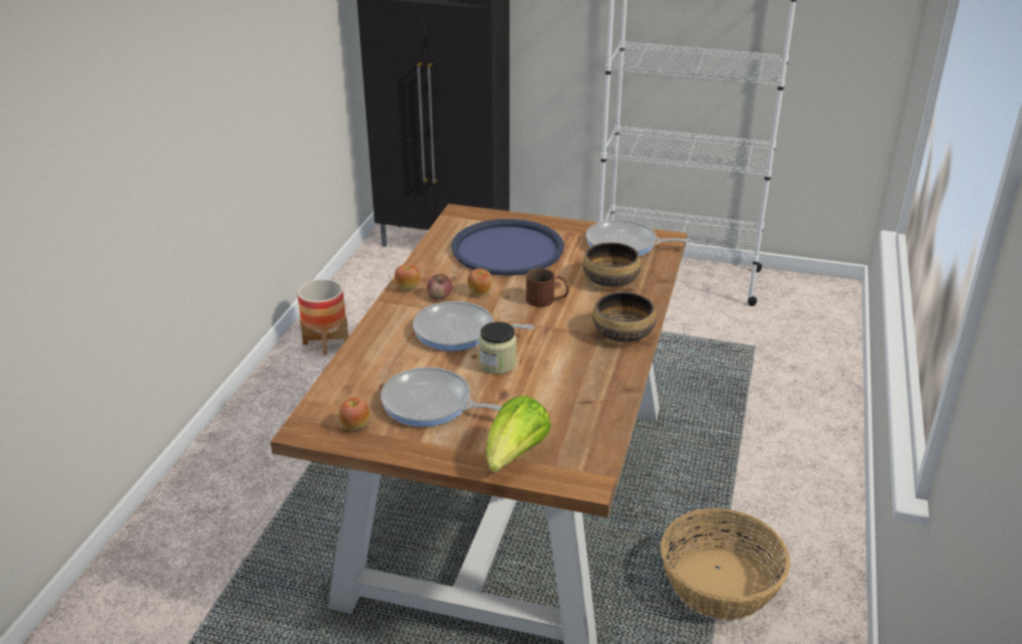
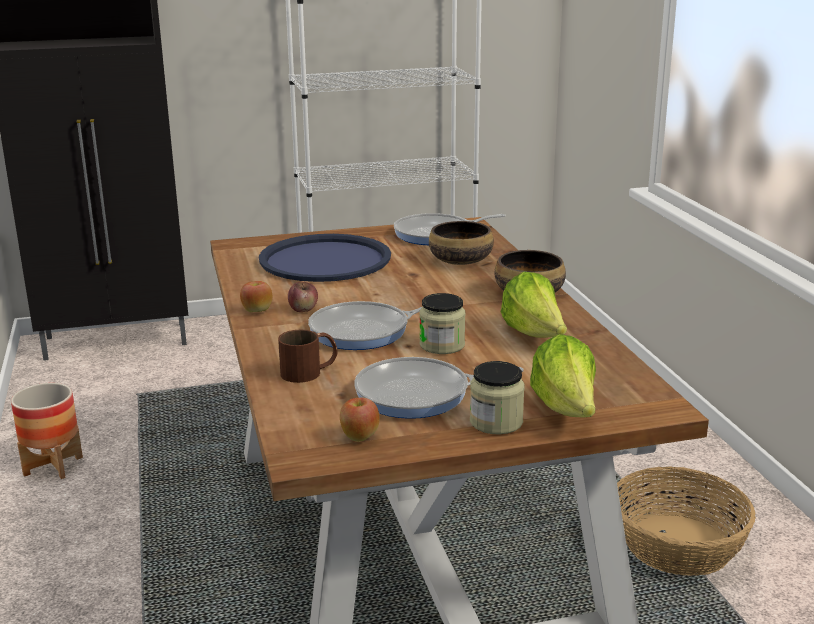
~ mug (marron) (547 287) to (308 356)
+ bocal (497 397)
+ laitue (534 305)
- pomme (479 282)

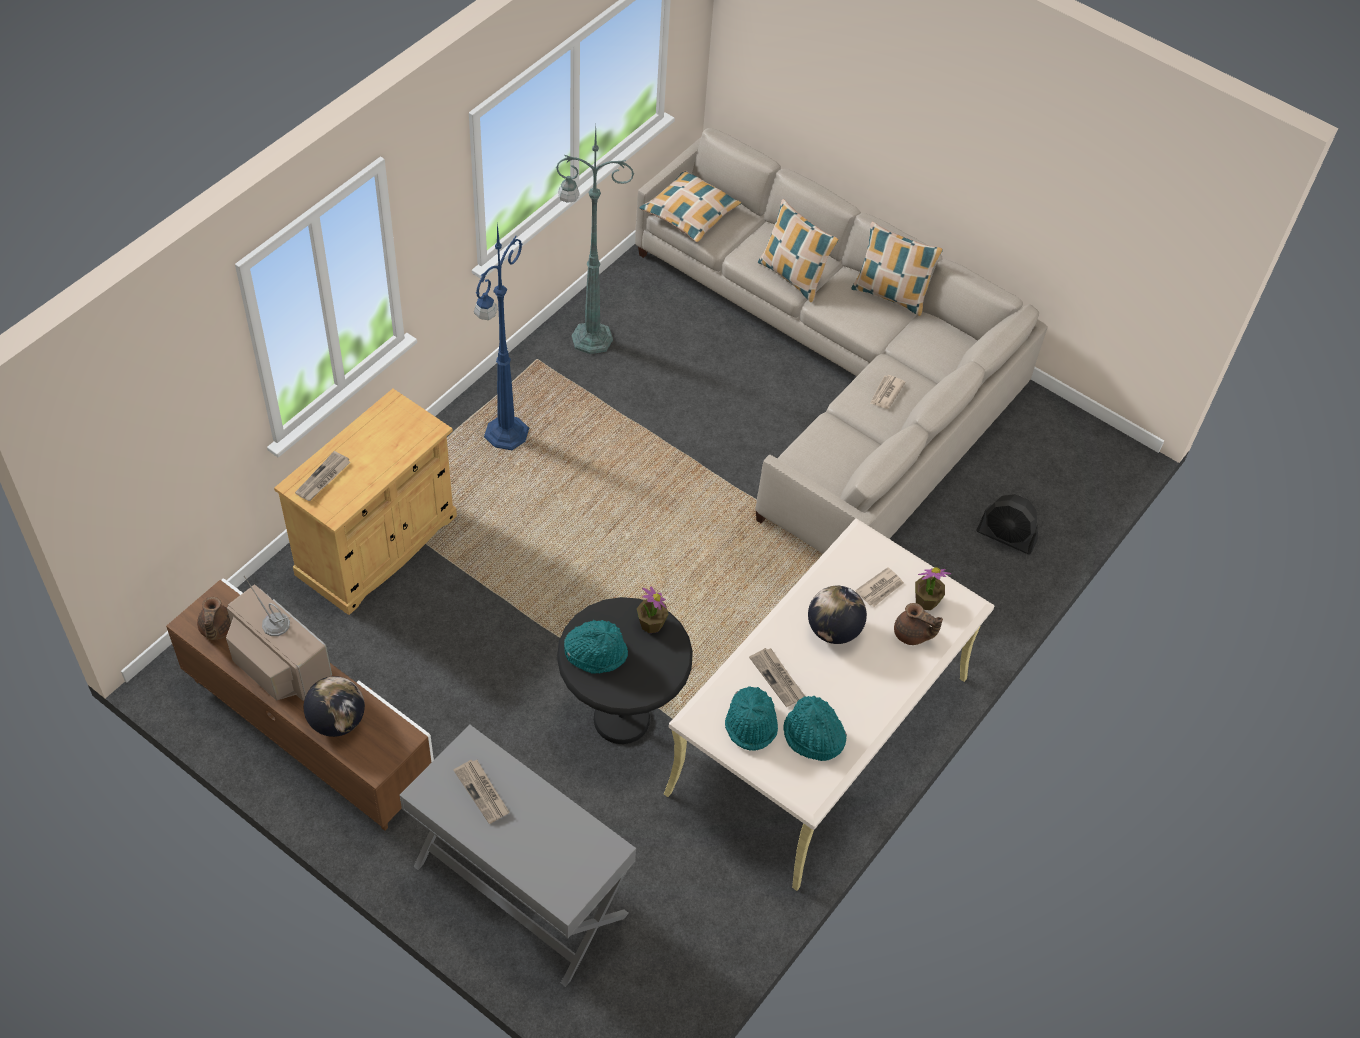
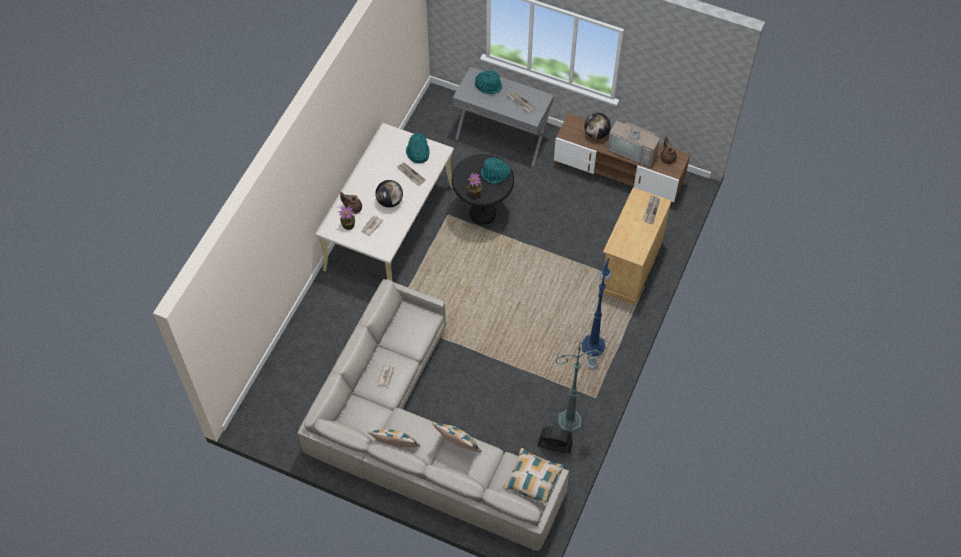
~ chapeau (turquoise) (815 728) to (488 82)
~ ventilateur (noir) (1007 524) to (555 439)

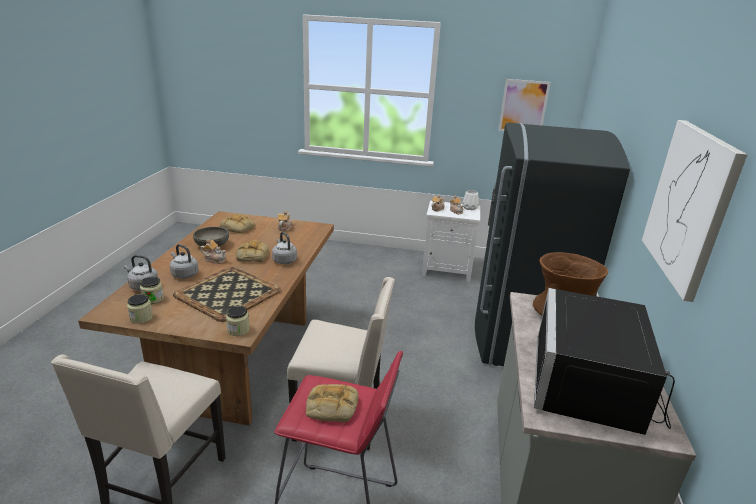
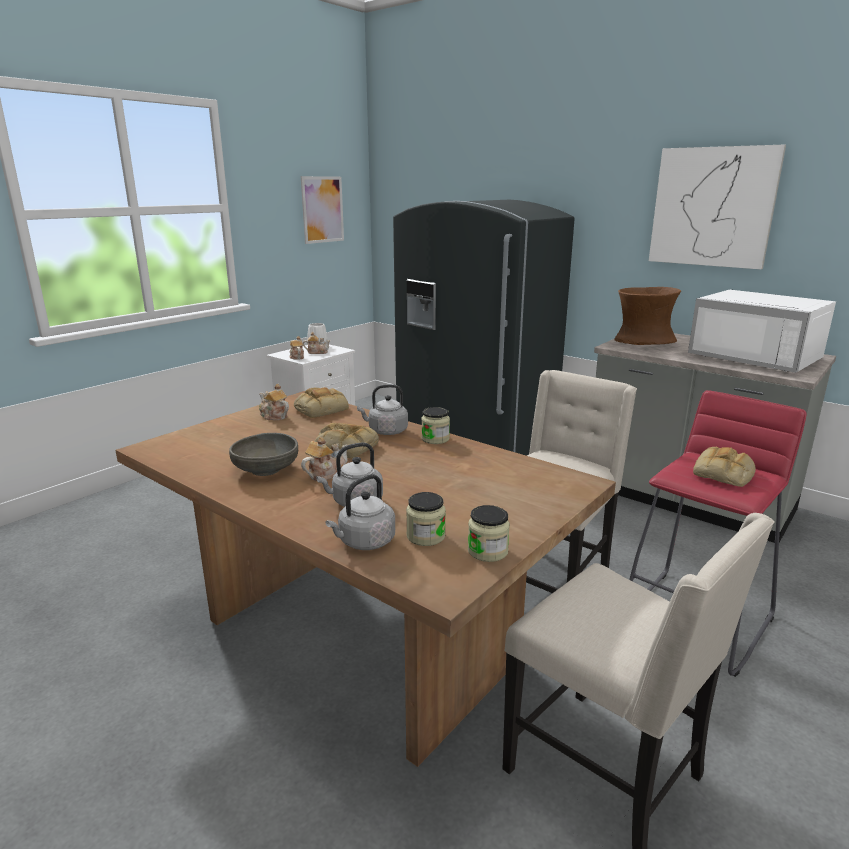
~ pain (238 223) to (321 402)
~ bocal (238 321) to (436 425)
~ micro-ondes (noir) (604 361) to micro-ondes (blanc) (762 331)
- plateau (227 294)

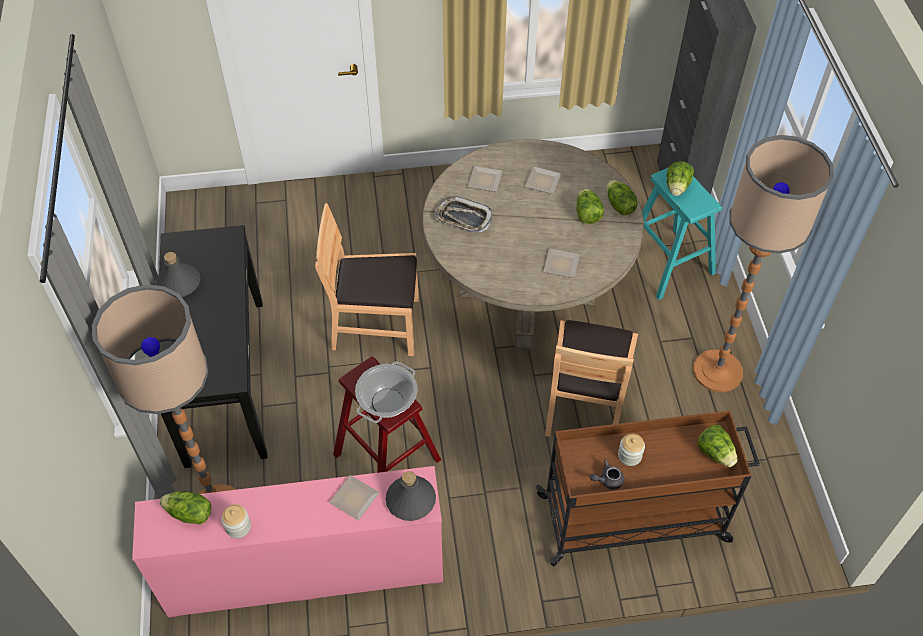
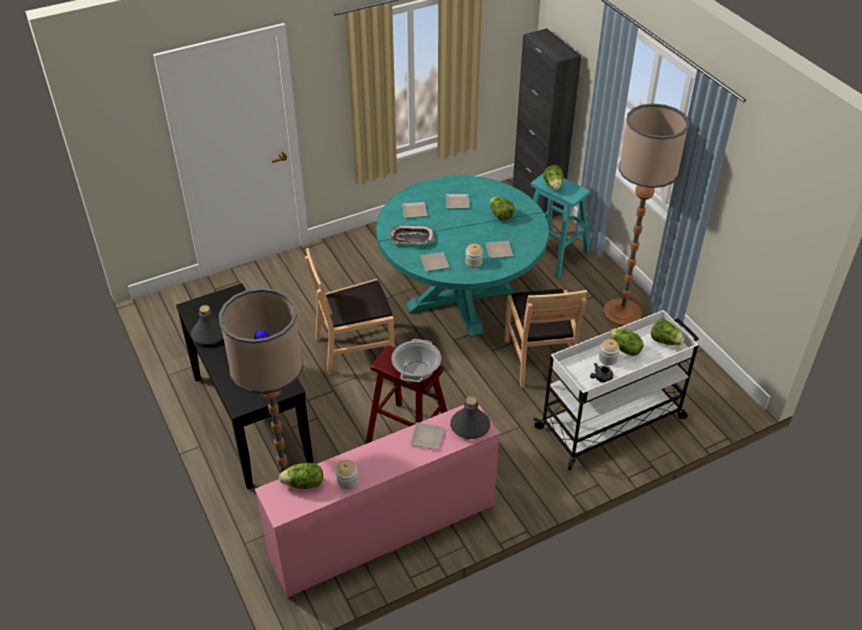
~ table à manger (beige) (533 245) to table à manger (turquoise) (462 256)
+ assiette (434 261)
+ bocal (474 256)
~ chariot (marron) (648 488) to chariot (blanc) (616 390)
~ laitue (622 197) to (626 342)

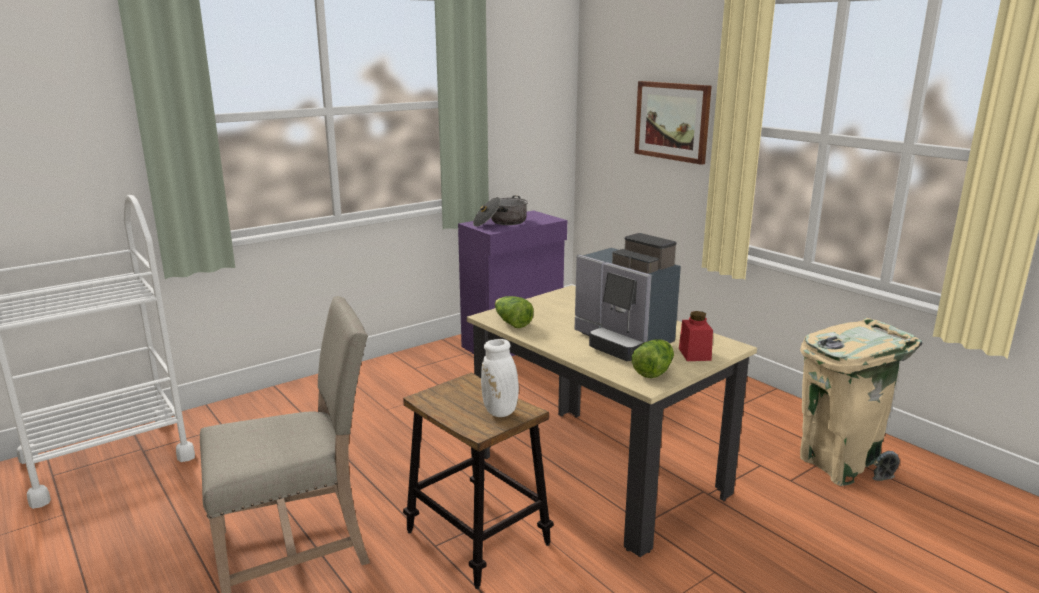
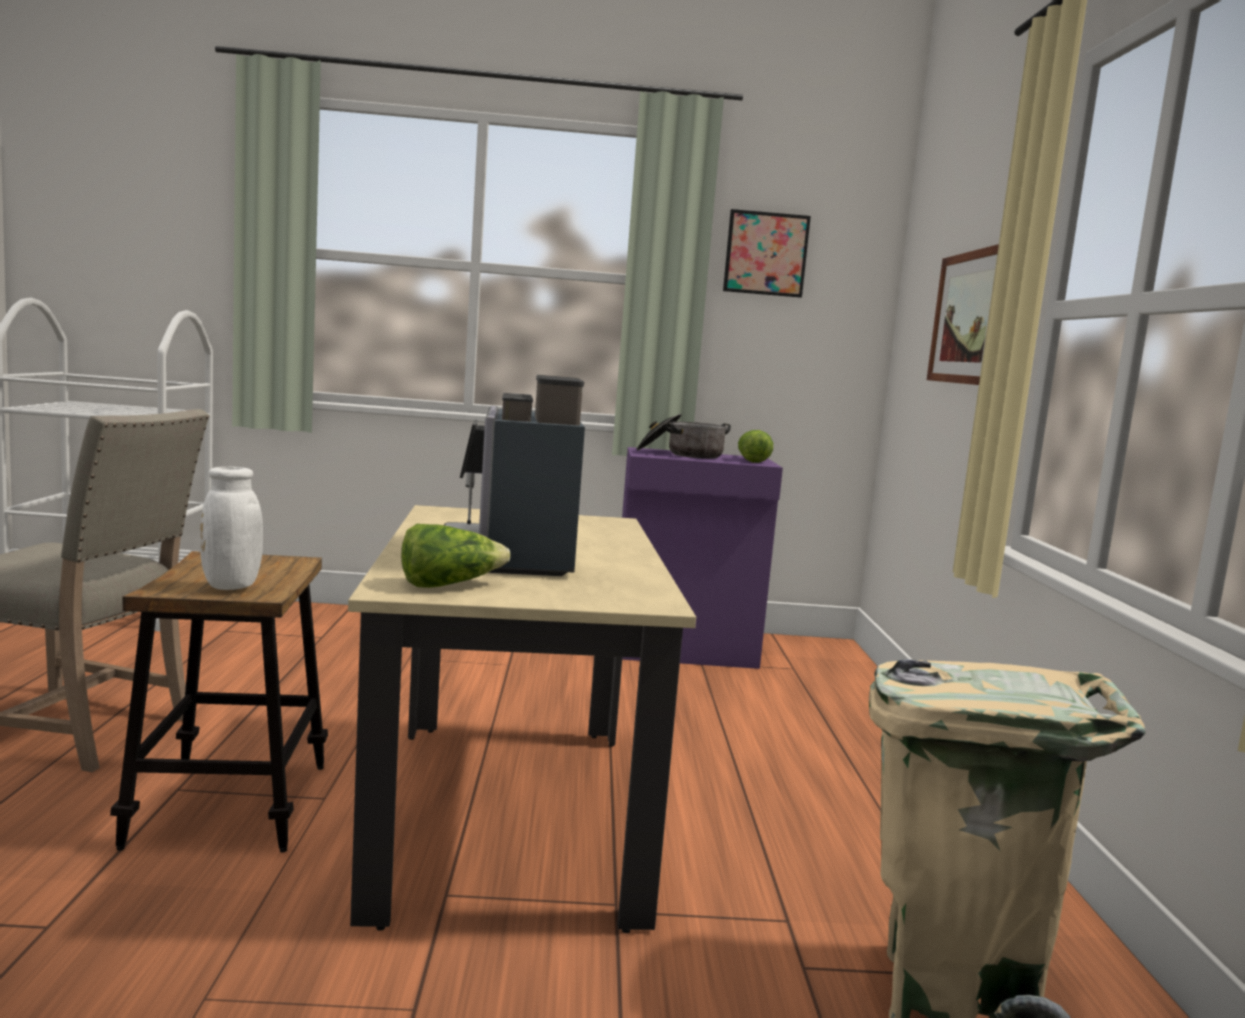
+ tableau (767 253)
~ laitue (514 312) to (755 446)
- bocal (rouge) (696 336)

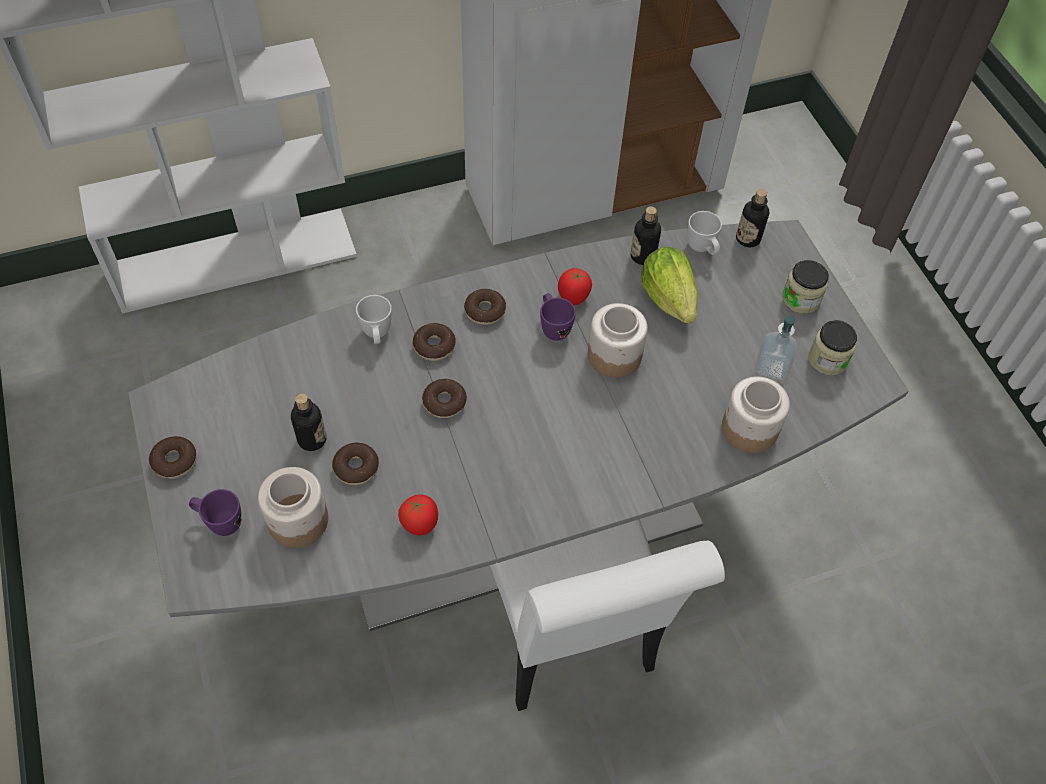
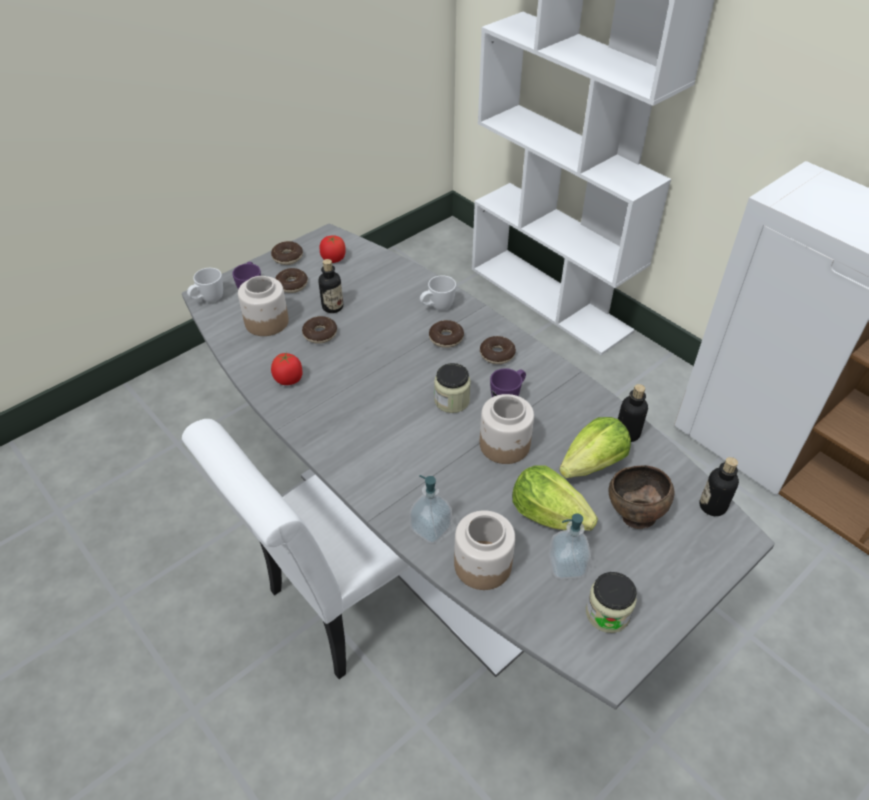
~ mug (blanc) (705 233) to (205 285)
~ beignet (444 398) to (291 280)
~ tomate (575 287) to (333 249)
+ distributeur de savon (430 509)
~ bocal (805 287) to (452 388)
+ laitue (555 498)
+ bol (marron) (641 497)

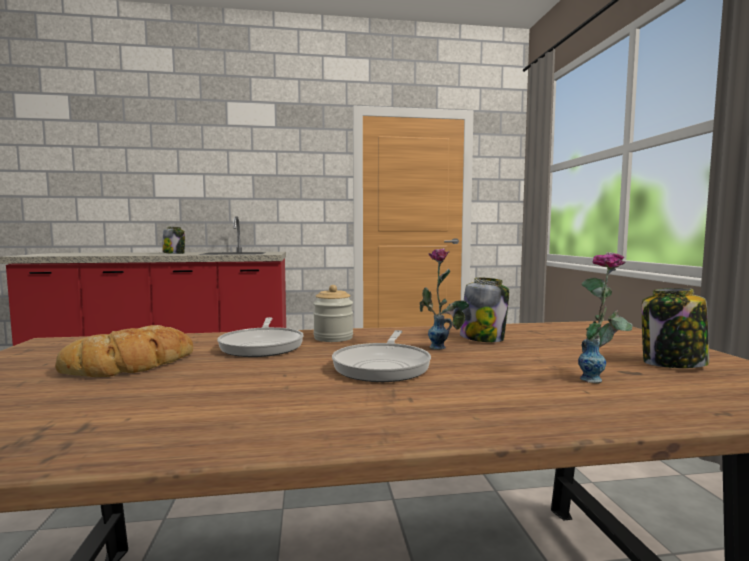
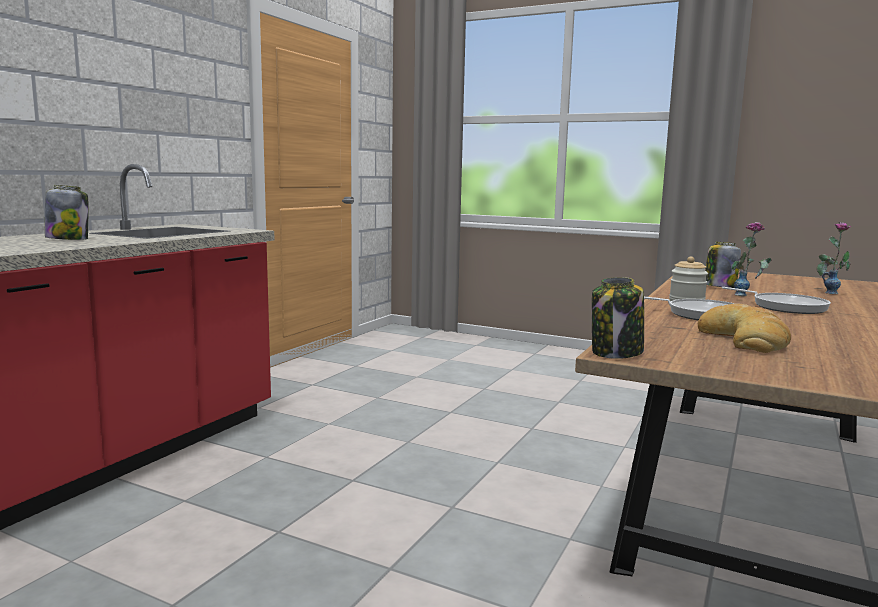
~ bocal (675 328) to (618 318)

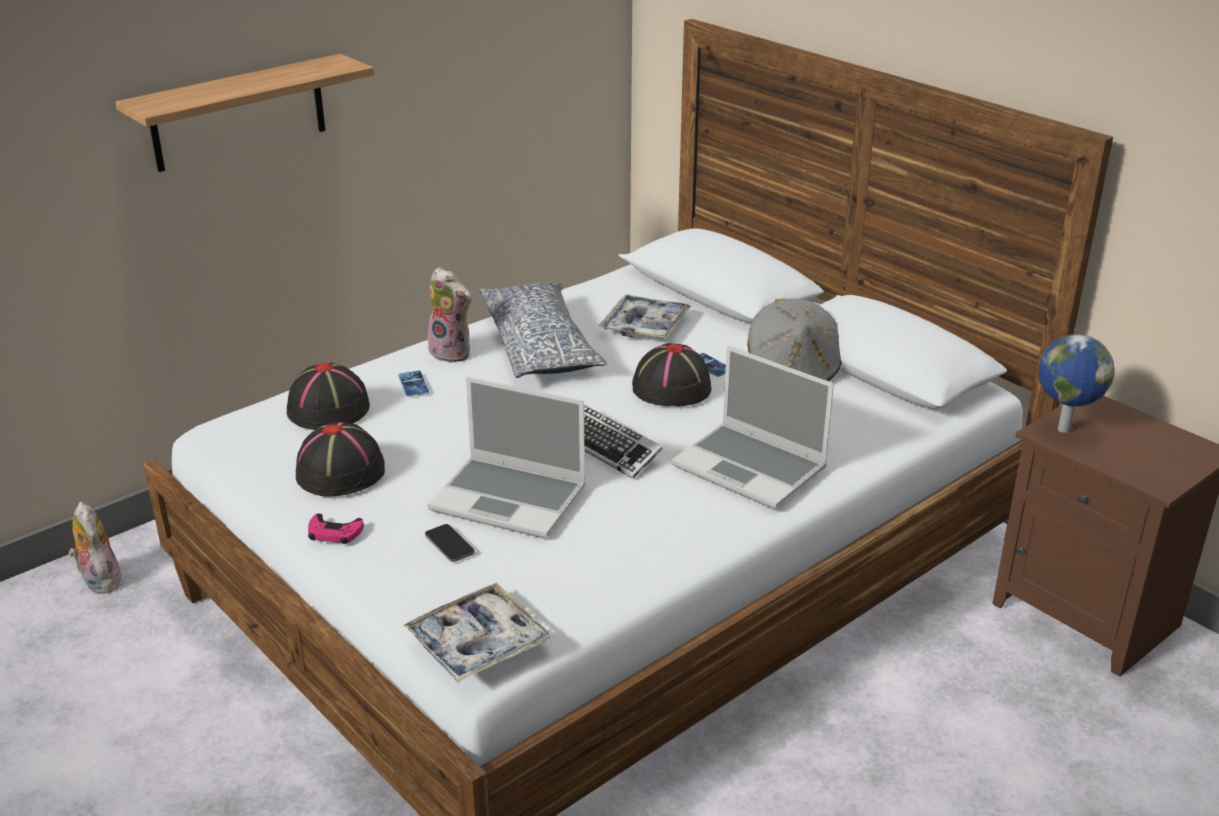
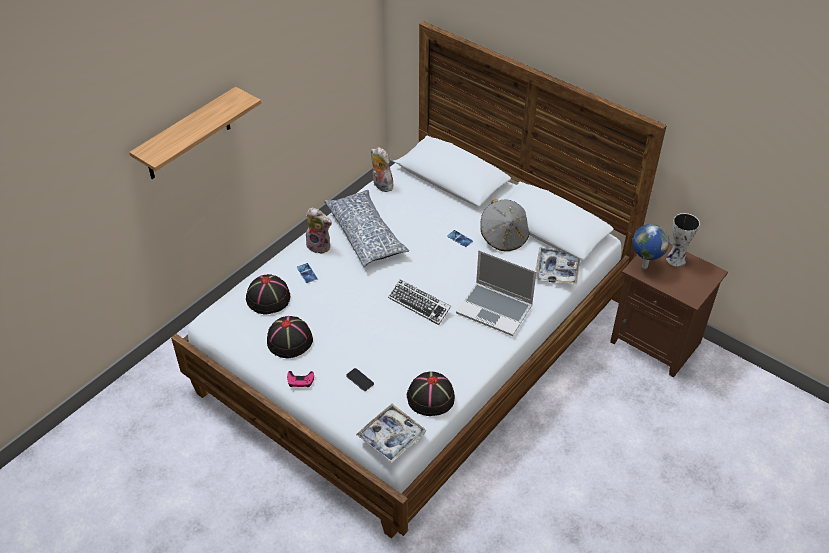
~ peluche (96 548) to (383 169)
~ chapeau (noir) (671 374) to (431 393)
~ plateau (645 317) to (557 265)
+ vase (683 240)
- ordinateur portable (507 457)

